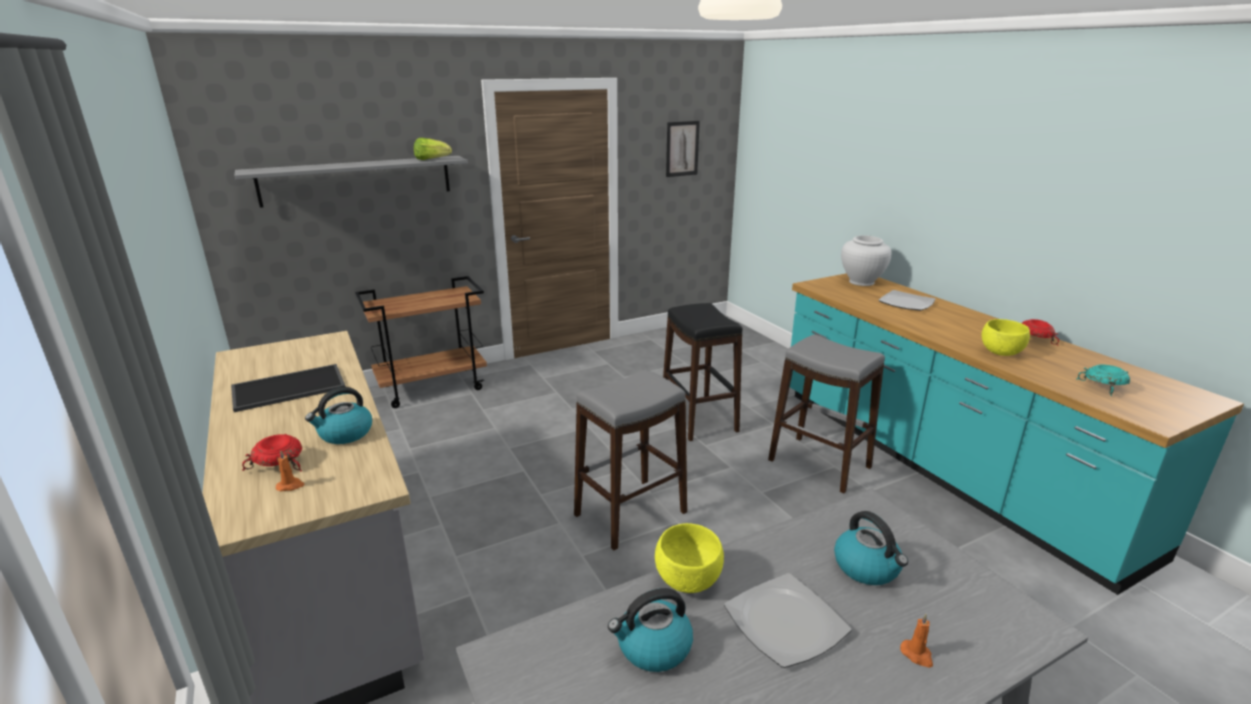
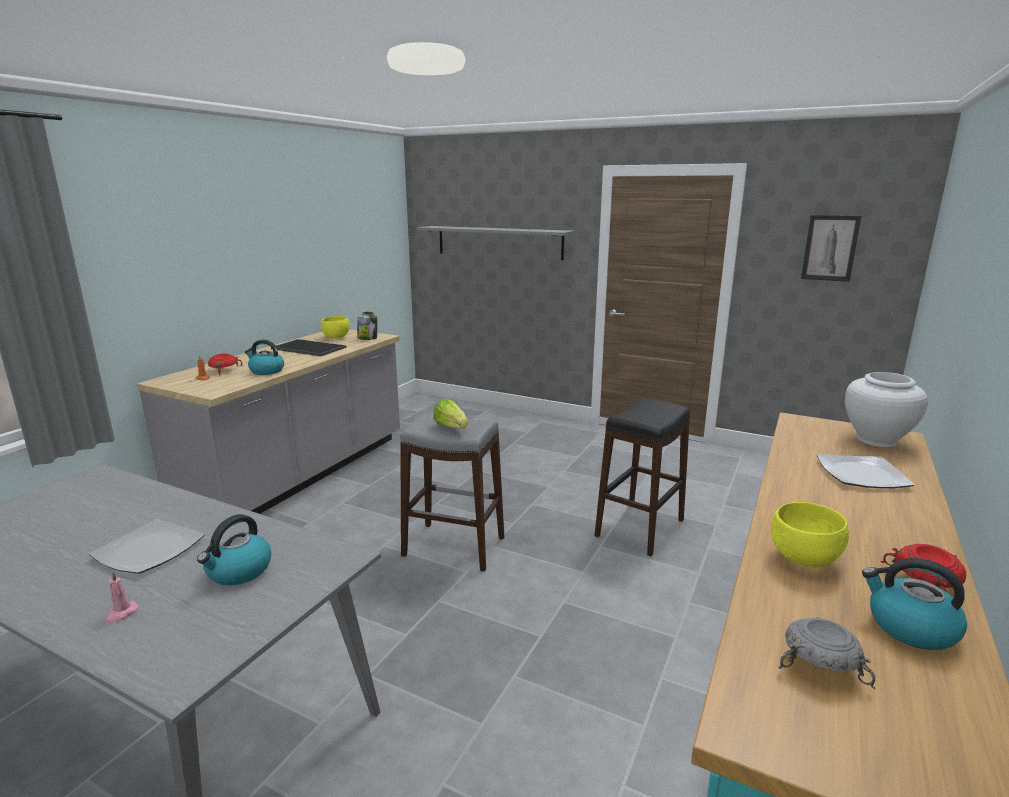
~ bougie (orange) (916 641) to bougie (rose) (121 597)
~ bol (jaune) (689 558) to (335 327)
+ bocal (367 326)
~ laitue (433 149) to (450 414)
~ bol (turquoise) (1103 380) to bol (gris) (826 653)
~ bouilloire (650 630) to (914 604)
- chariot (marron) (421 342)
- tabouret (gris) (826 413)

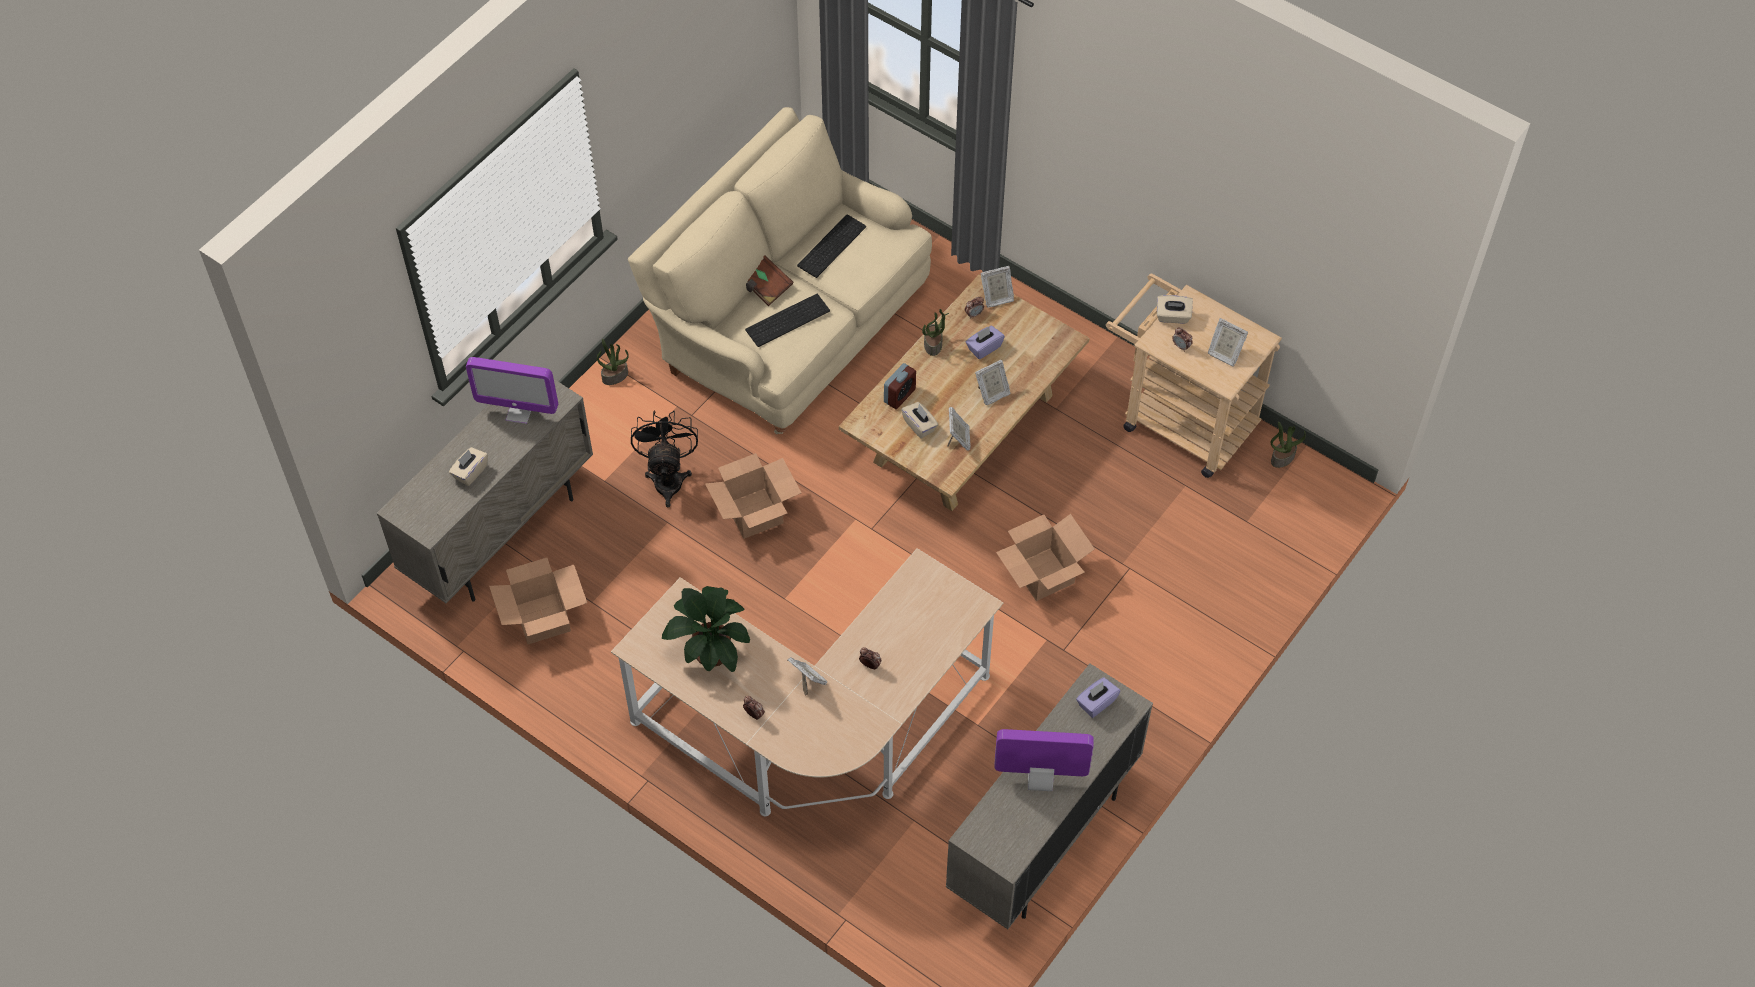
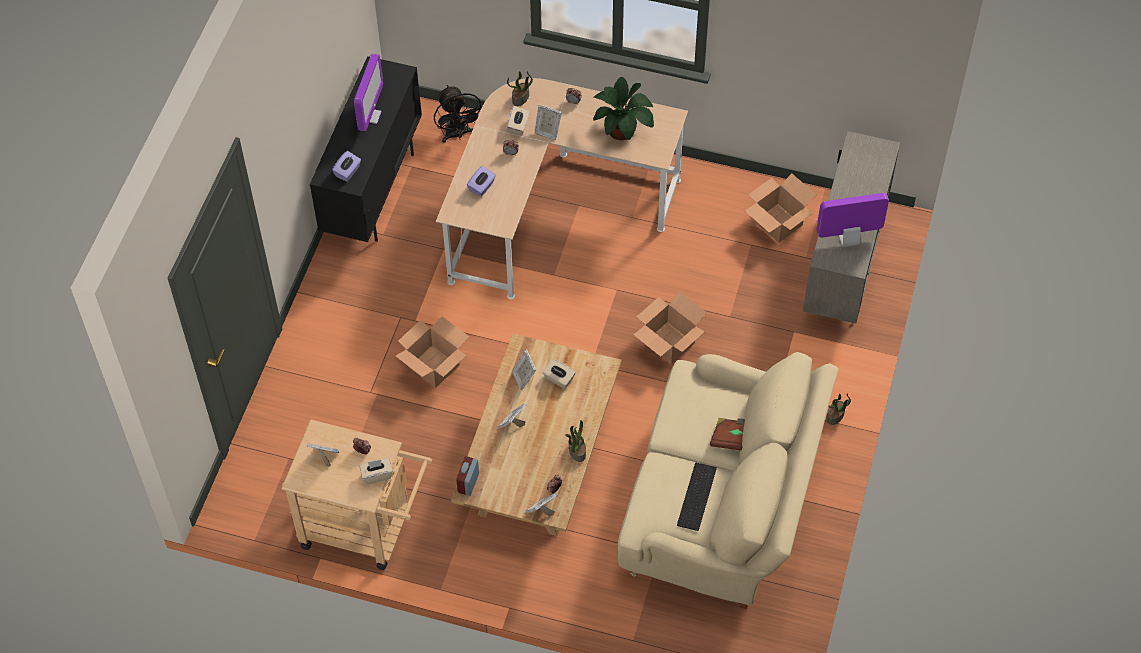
~ meuble de rangement (beige) (1049 796) to meuble de rangement (noir) (366 149)
~ écran d'ordinateur (1044 760) = (368 92) 60 degrees counterclockwise
~ ventilateur (noir) (664 458) to (458 114)
~ réveil (900 386) to (467 476)
~ boîte à mouchoirs (violet) (985 342) to (481 181)
~ plante en pot (1288 445) to (520 88)
~ boîte à mouchoirs (beige) (468 466) to (518 120)
- clavier (787 320)

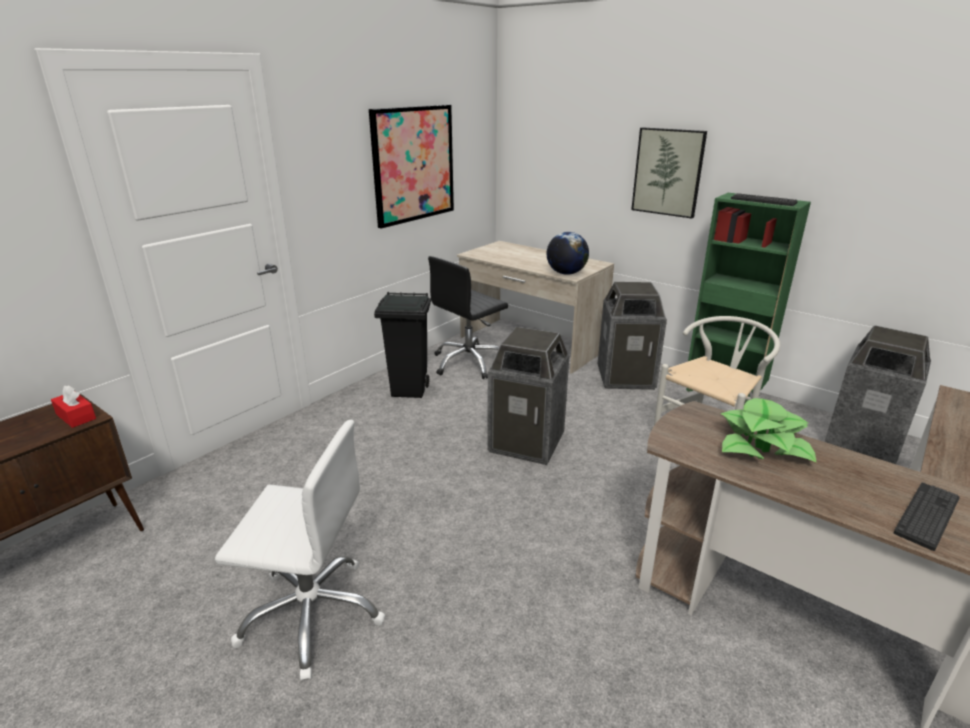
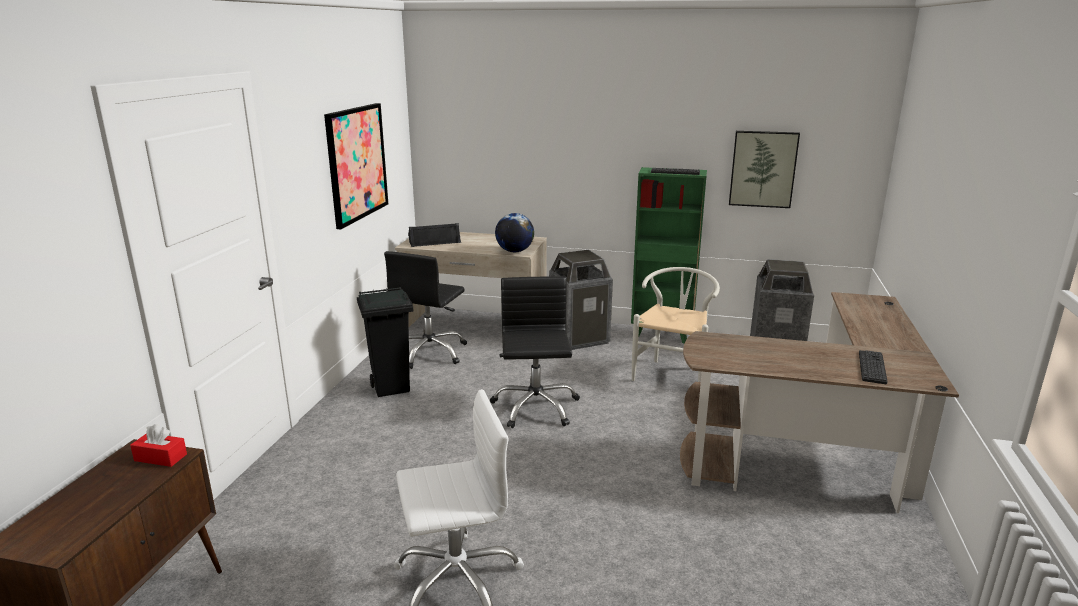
+ enceinte (noir) (434 235)
~ poubelle (528 396) to chaise de bureau (noir) (535 352)
~ tableau (669 173) to (764 169)
- plante en pot (769 430)

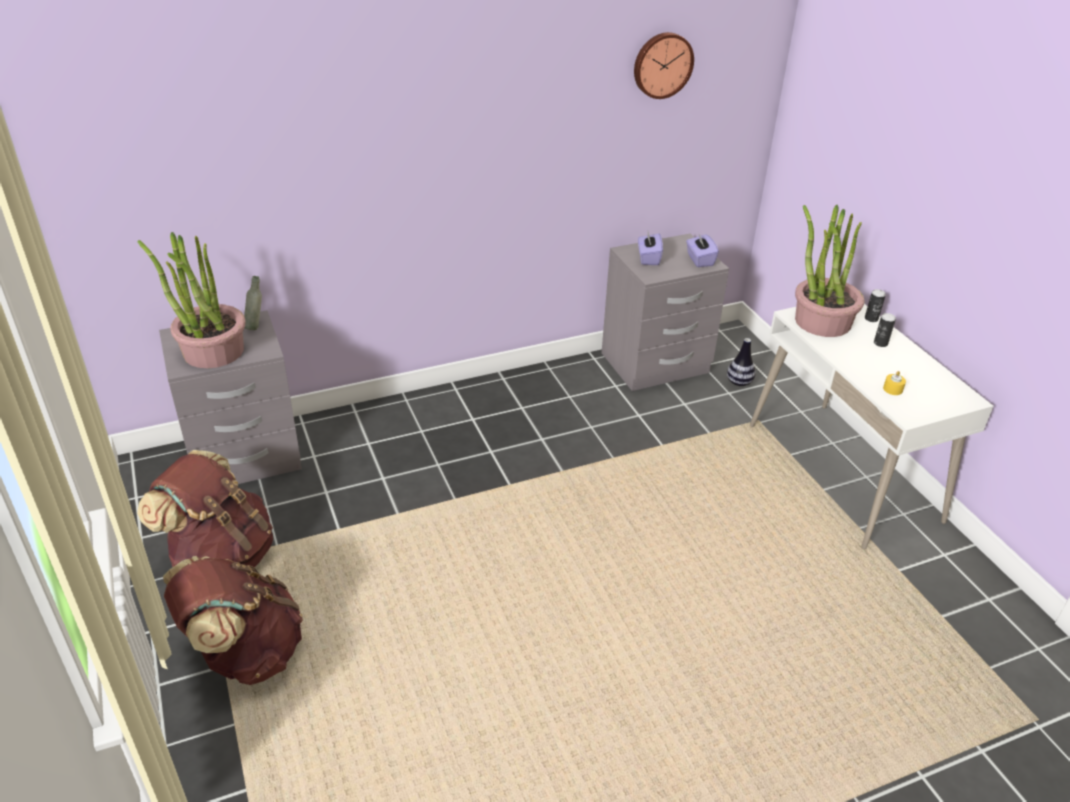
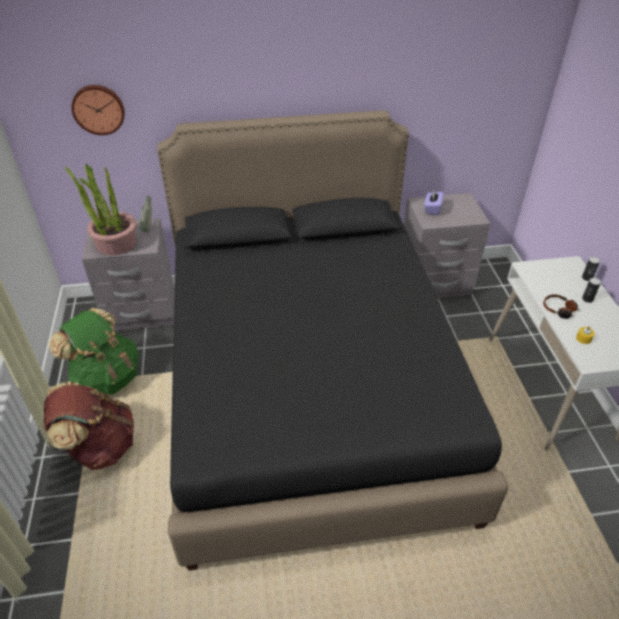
~ sac à dos (marron) (205 508) to sac à dos (vert) (94 351)
~ horloge murale (664 65) to (98 110)
+ lit (noir) (332 340)
+ casque audio (561 306)
- boîte à mouchoirs (violet) (702 250)
- vase (741 362)
- plante en pot (829 271)

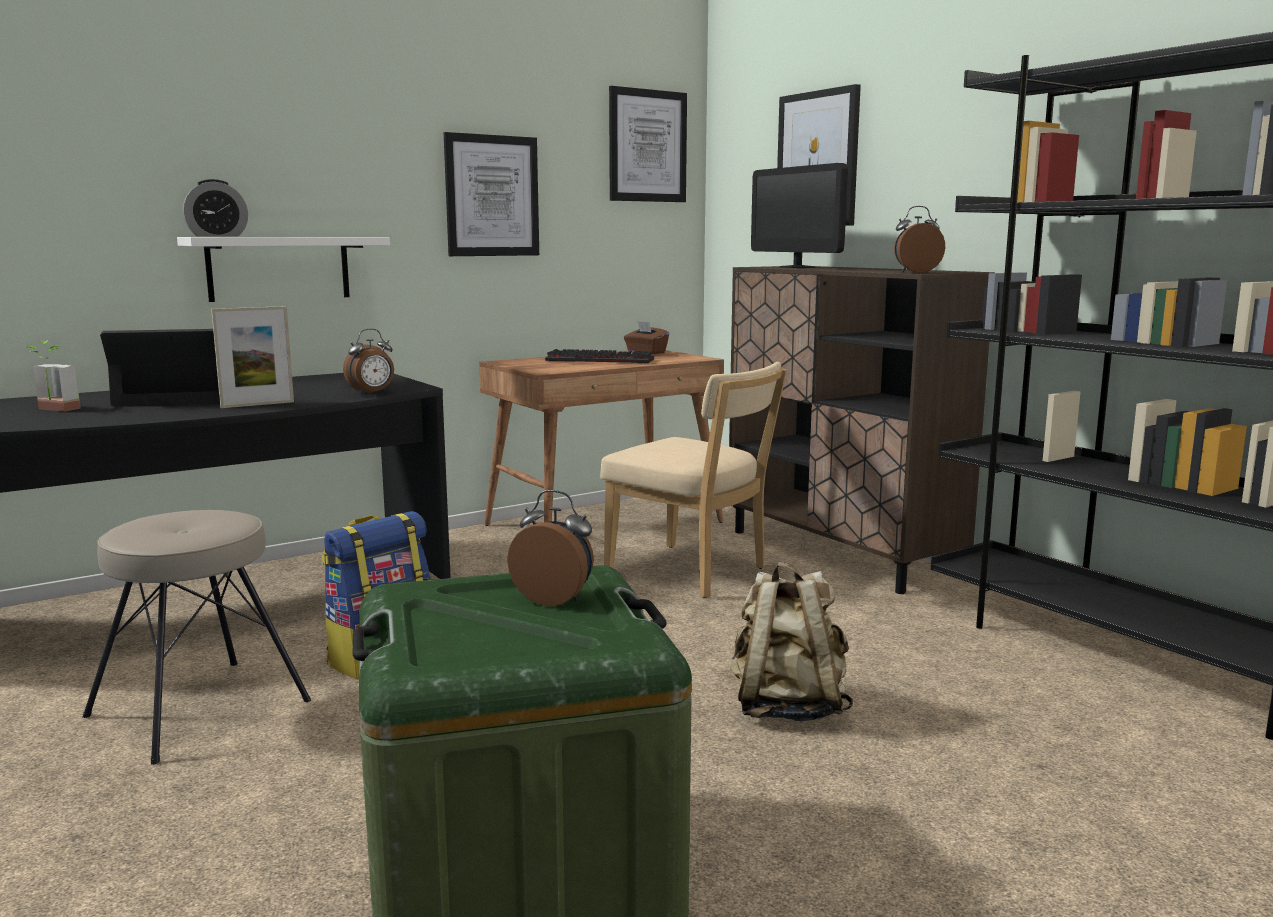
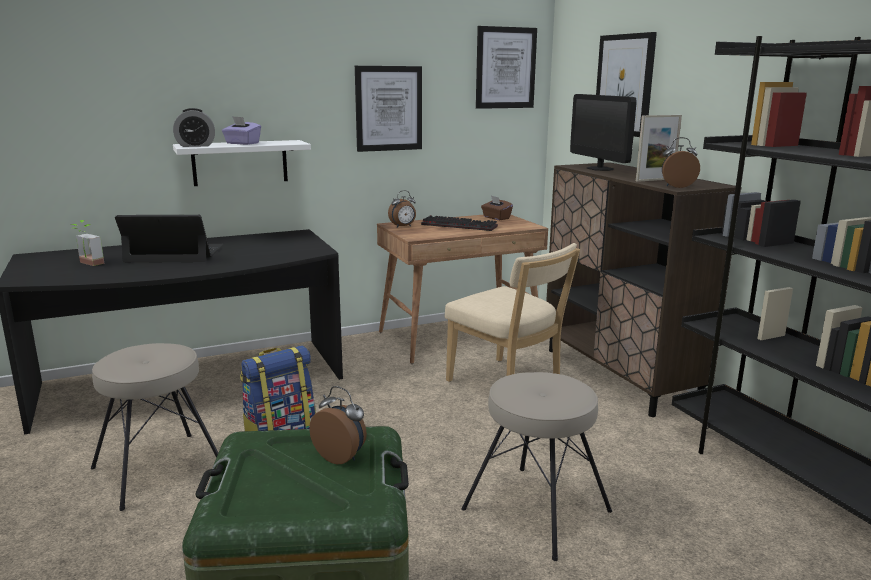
+ boîte à mouchoirs (violet) (241 130)
~ réveil (368 362) to (402 209)
~ sac à dos (beige) (791 641) to tabouret (beige) (536 466)
~ cadre photo (252 357) to (659 148)

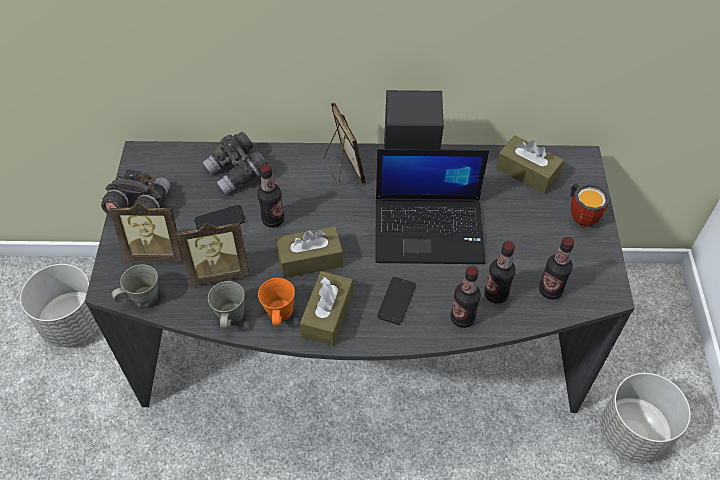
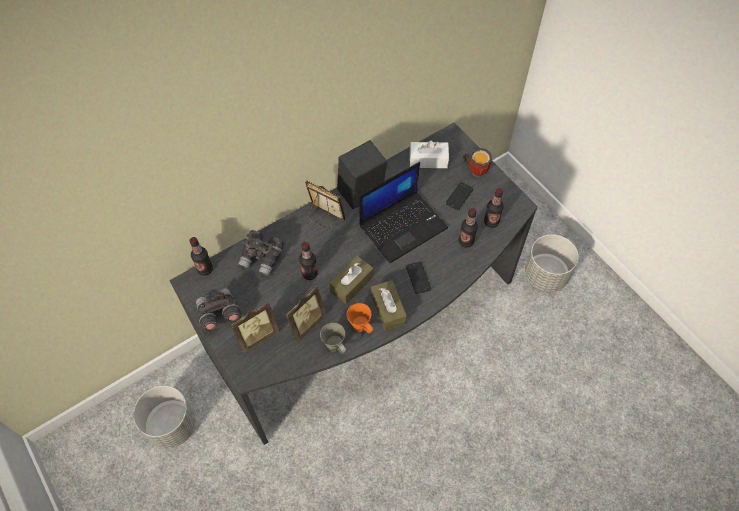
~ bouteille (465 297) to (201 256)
~ boîte à mouchoirs (marron) (530 164) to boîte à mouchoirs (blanc) (429 154)
~ téléphone (220 217) to (459 196)
- mug (gris) (134 286)

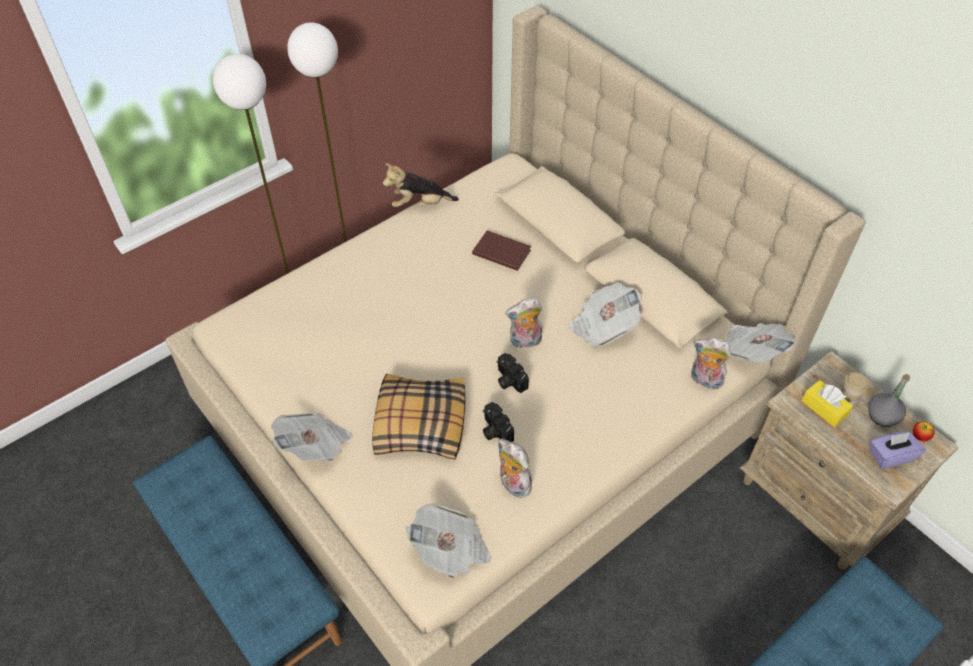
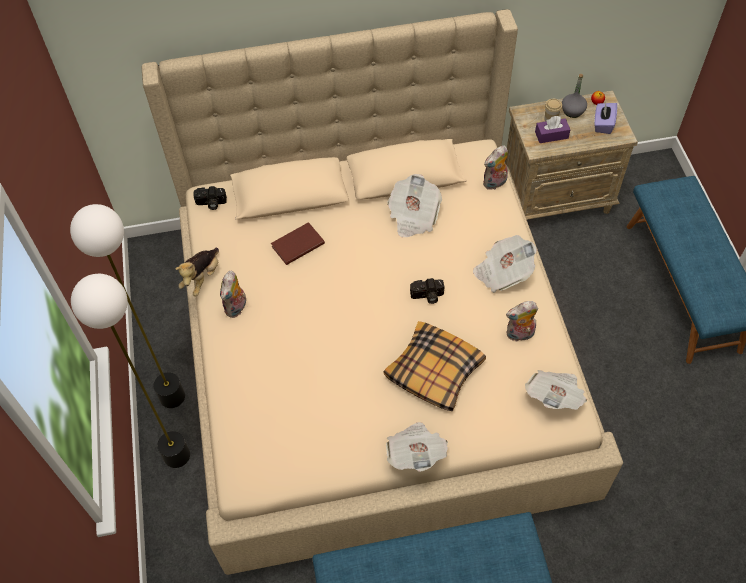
~ appareil photo (498 422) to (210 198)
~ peluche (523 323) to (233 294)
~ journal (760 342) to (505 264)
~ boîte à mouchoirs (jaune) (827 403) to boîte à mouchoirs (violet) (552 129)

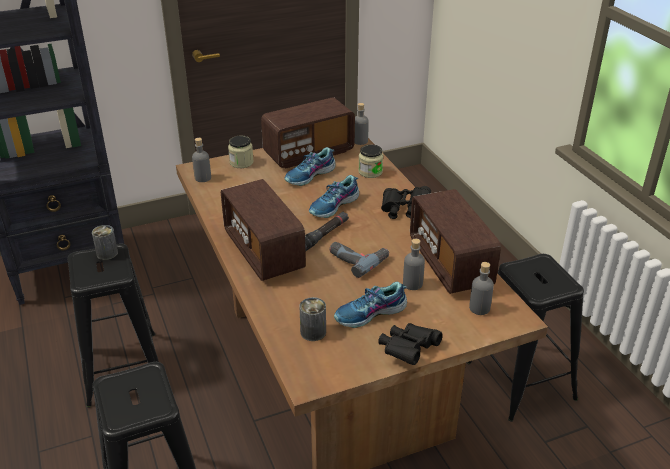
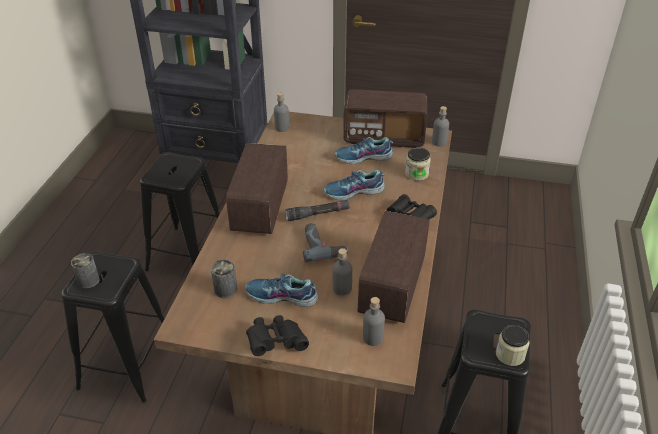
~ boîte métallique (105 242) to (85 270)
~ bocal (241 151) to (513 345)

